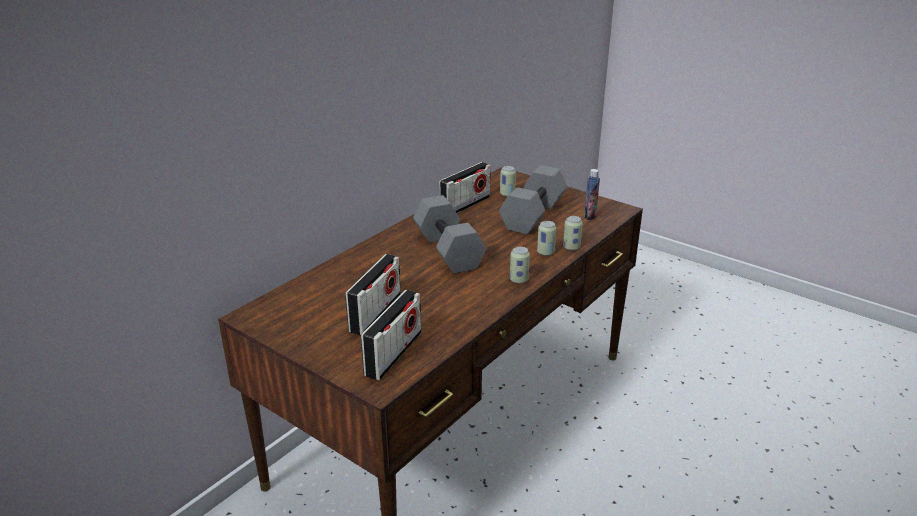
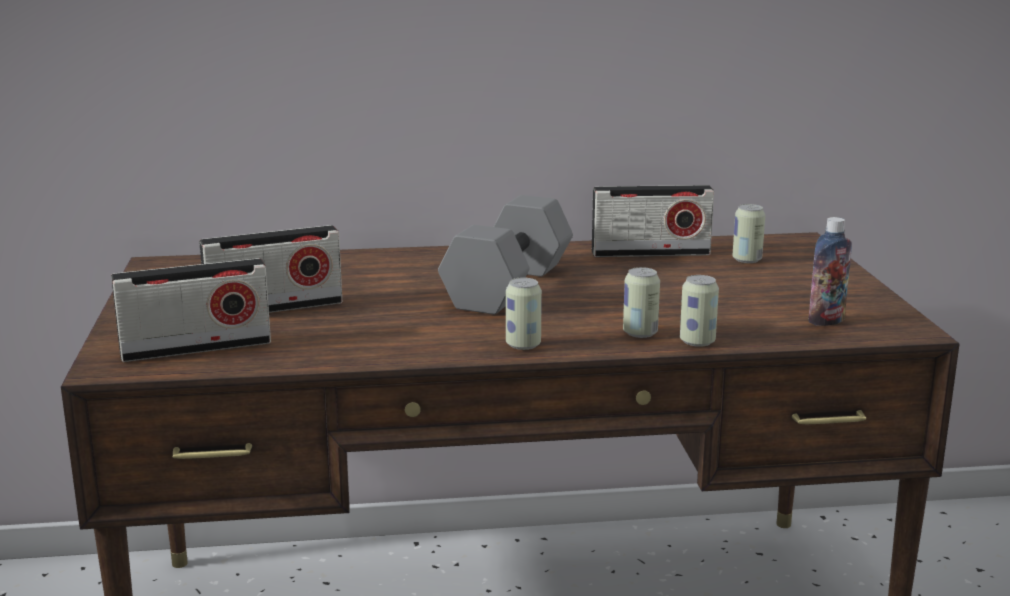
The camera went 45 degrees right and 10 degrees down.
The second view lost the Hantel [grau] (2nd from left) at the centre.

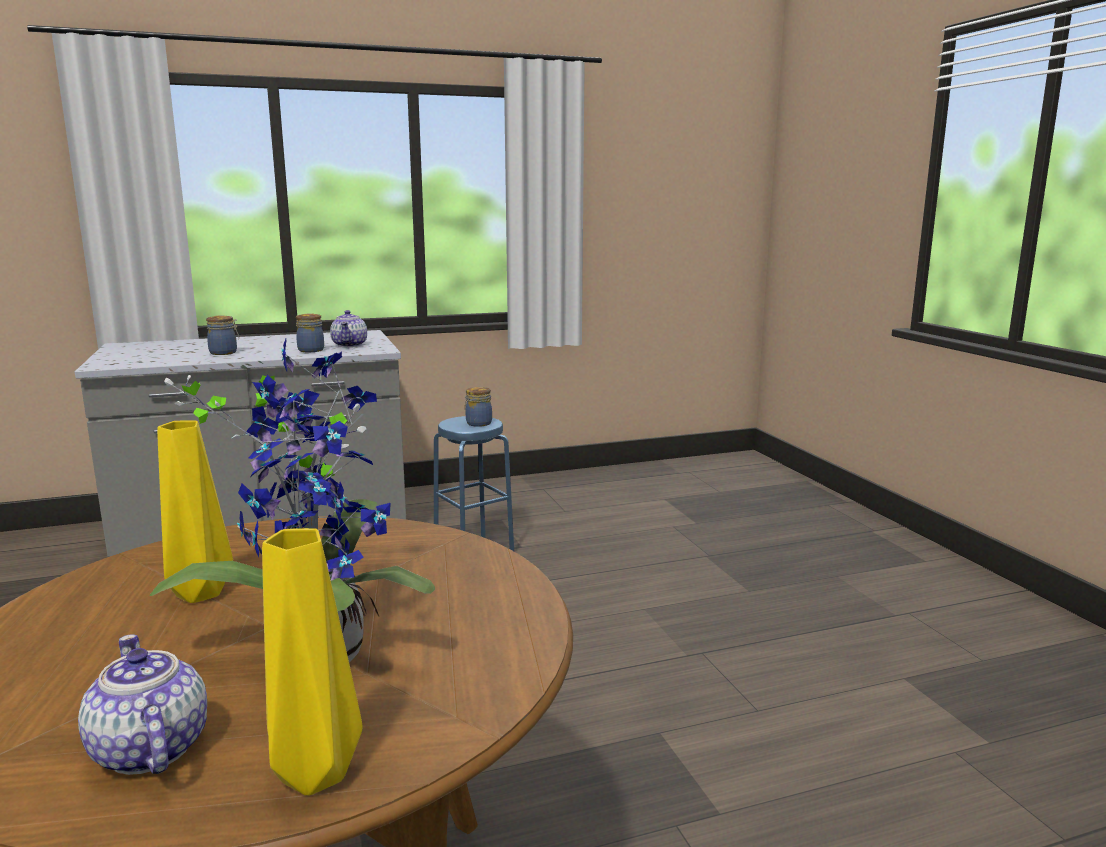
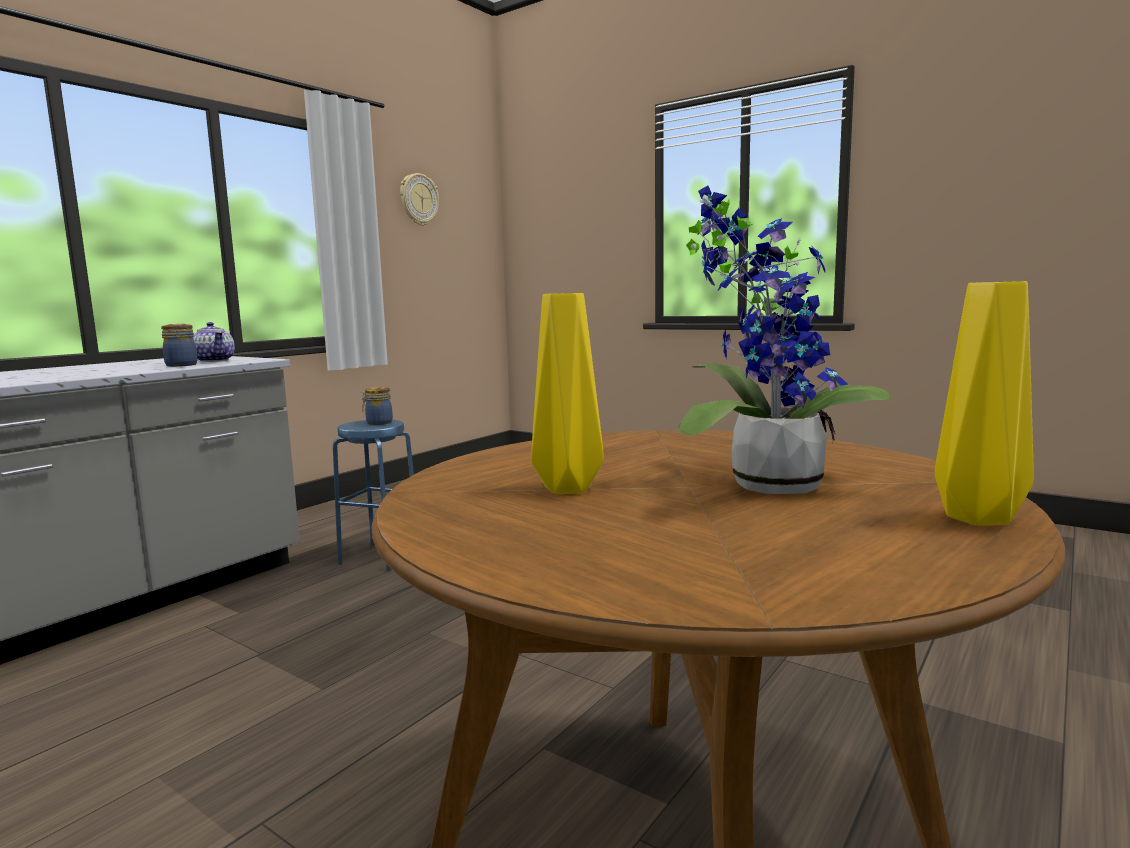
The camera went 35 degrees left and 5 degrees down.
The second view lost the Vorratsglas (1st from left) at the middle left.
The second view lost the Teekanne (1st from left) at the bottom left.
The second view gained the Wanduhr at the top centre.

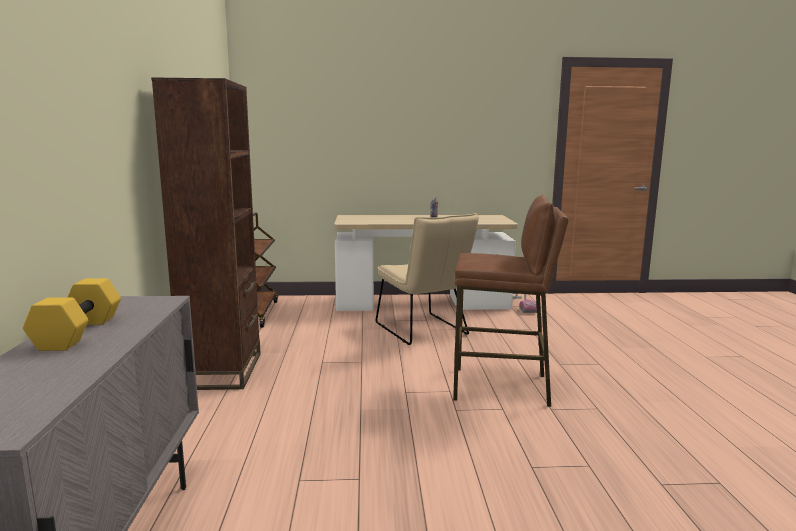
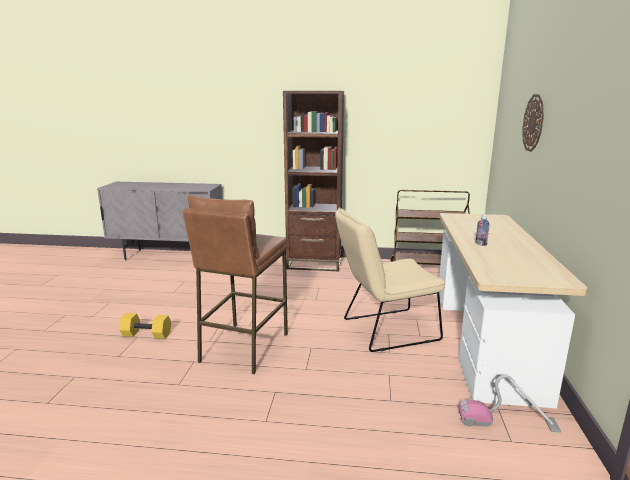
The camera went 100 degrees right and 5 degrees up.
The Hantel [gelb] ended up elsewhere, having gone from the middle left to the bottom left.
The second view gained the Wanduhr at the top right.

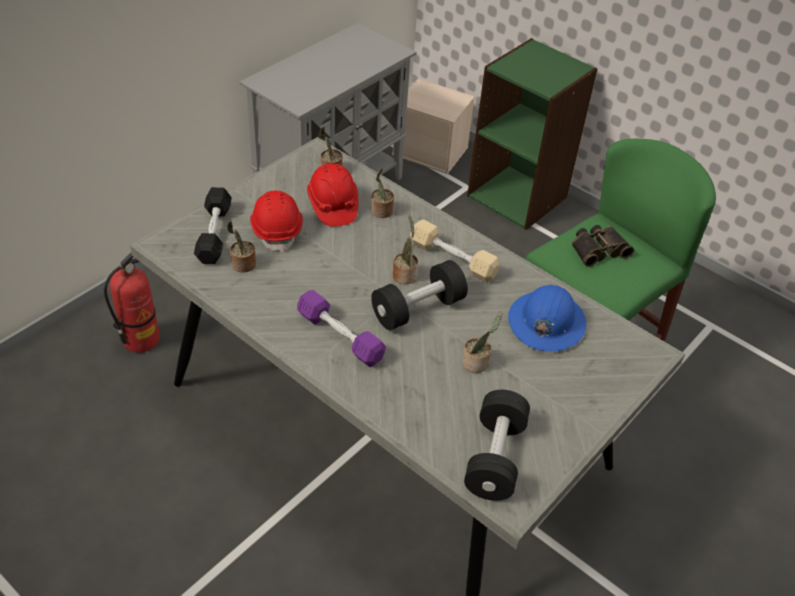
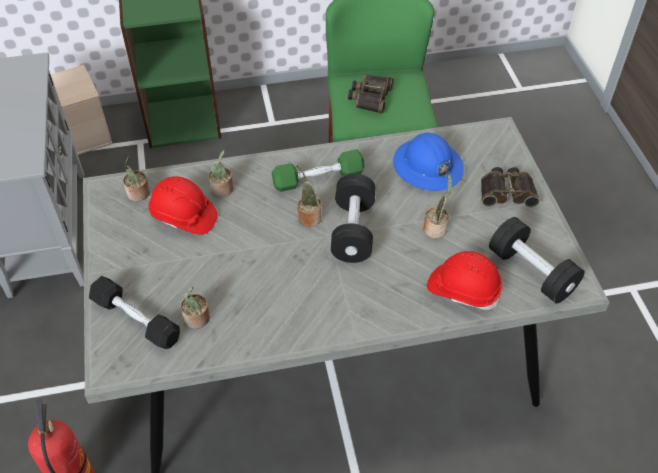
The camera went 50 degrees left and 5 degrees up.
The Schutzhelm [rot] (1st from left in the first image) ended up elsewhere, having gone from the centre to the middle right.
What was the Hantel [beige] at the centre turned into the Hantel [grün] at the centre.
The second view lost the Hantel [lila] at the centre.
The second view gained the Fernglas (2nd from left) at the middle right.

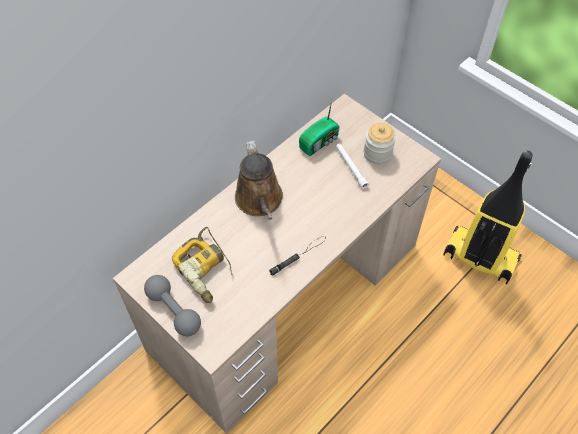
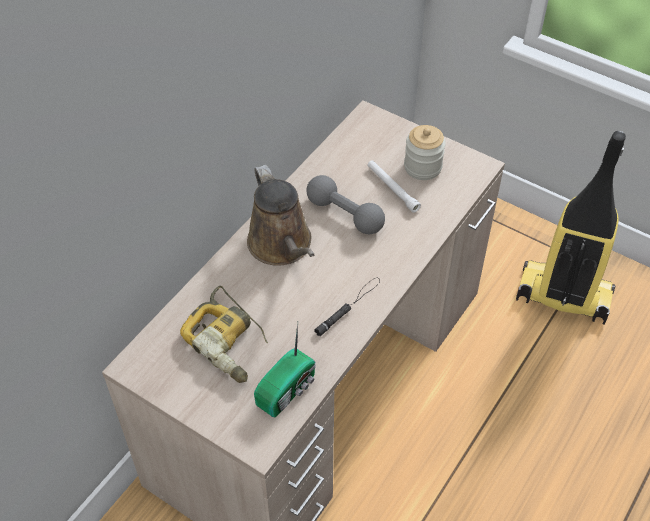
The camera went 10 degrees left and 5 degrees down.
The Radio ended up elsewhere, having gone from the top centre to the bottom centre.
The Hantel [grau] ended up elsewhere, having gone from the bottom left to the centre.

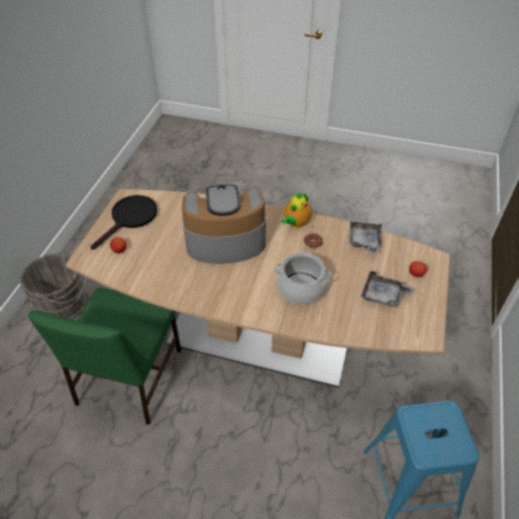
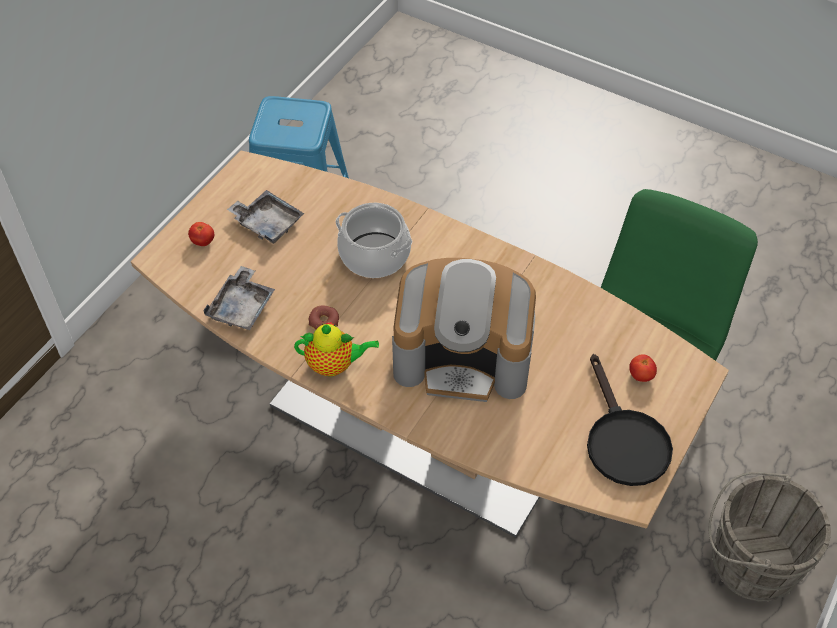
The camera went 165 degrees left and 5 degrees up.
The Teekanne at the centre ended up facing another way, 45 degrees clockwise from before.
The Pfanne [schwarz] at the middle left ended up facing another way, 60 degrees counterclockwise from before.

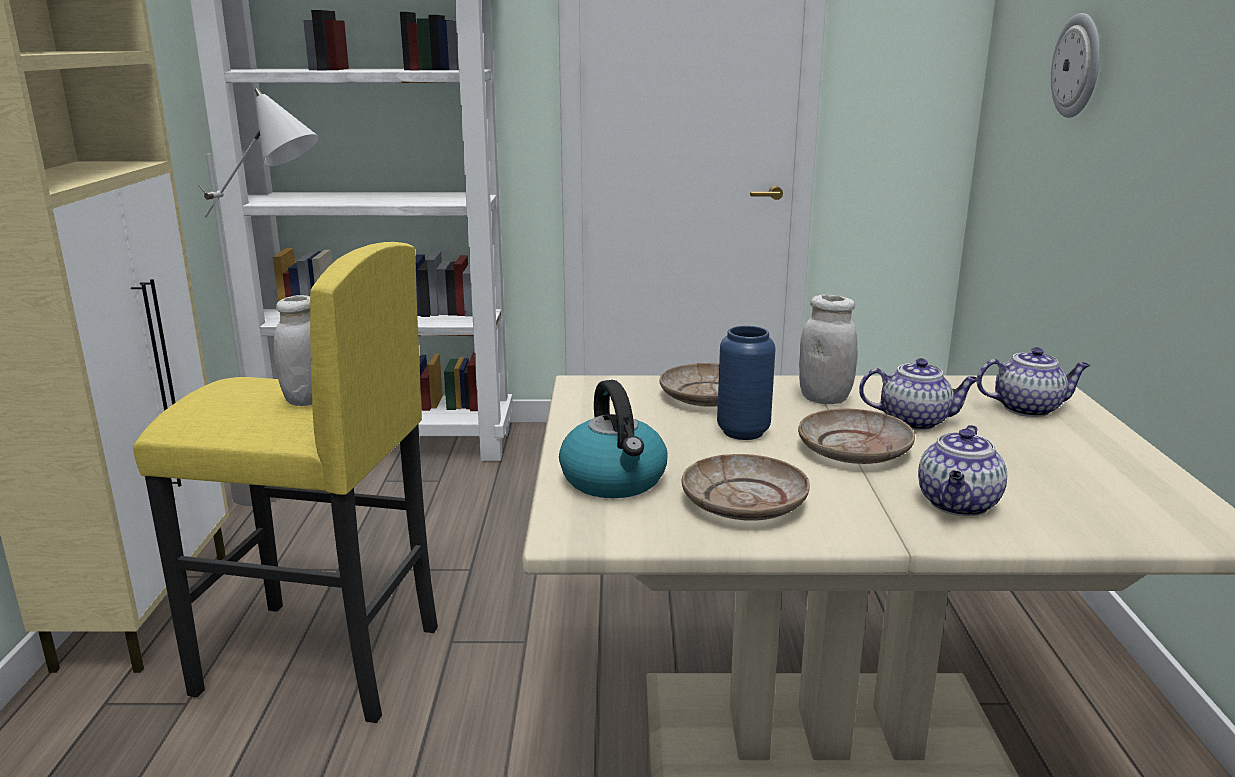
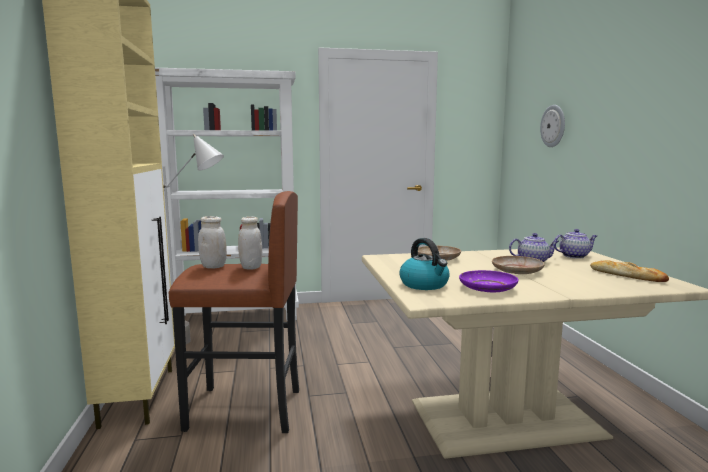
The camera went 10 degrees left and 10 degrees down.
What was the Hocker [gelb] at the middle left turned into the Hocker [braun] at the middle left.
The Vorratsglas [weiß] (2nd from left in the first image) ended up elsewhere, having gone from the middle right to the middle left.
The second view lost the Vase [blau] at the centre.
The second view lost the Teekanne (2nd from left) at the middle right.
What was the Teller [beige] (2nd from left) at the centre turned into the Teller [lila] at the middle right.
The second view gained the Brot at the middle right.

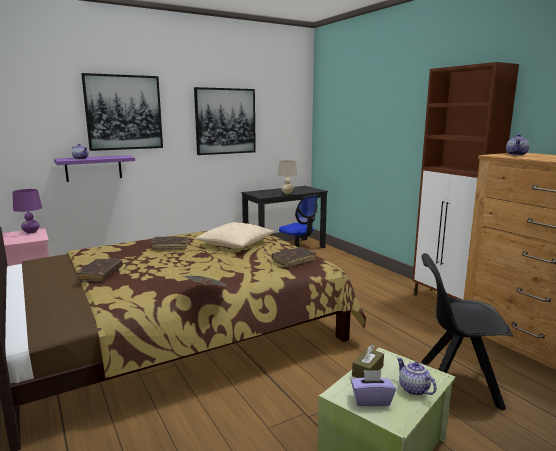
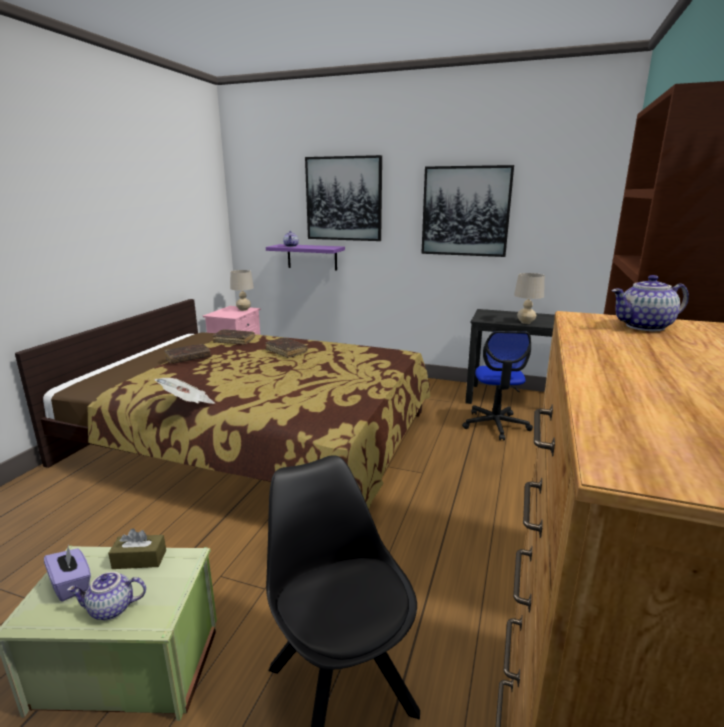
The camera went 50 degrees right and 5 degrees up.
What was the Tischlampe [lila] at the middle left turned into the Tischlampe [beige] (1st from left) at the centre.
The second view lost the Kissen [beige] at the centre.
The Buch [braun] (3rd from left in the first image) ended up elsewhere, having gone from the centre to the middle left.
The Teekanne (2nd from left in the first image) at the bottom right ended up facing another way, 120 degrees counterclockwise from before.

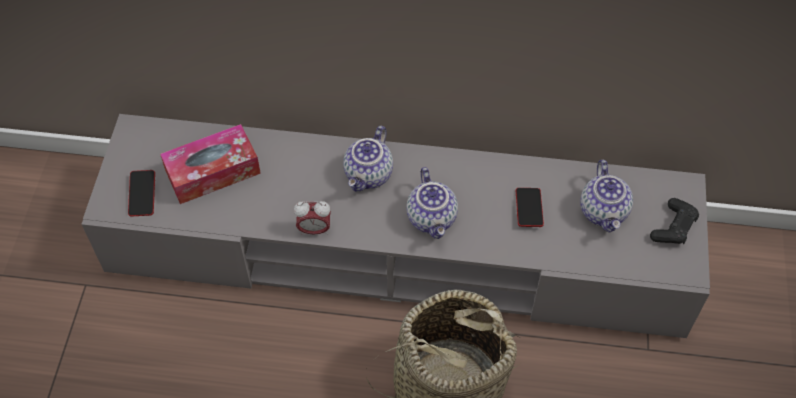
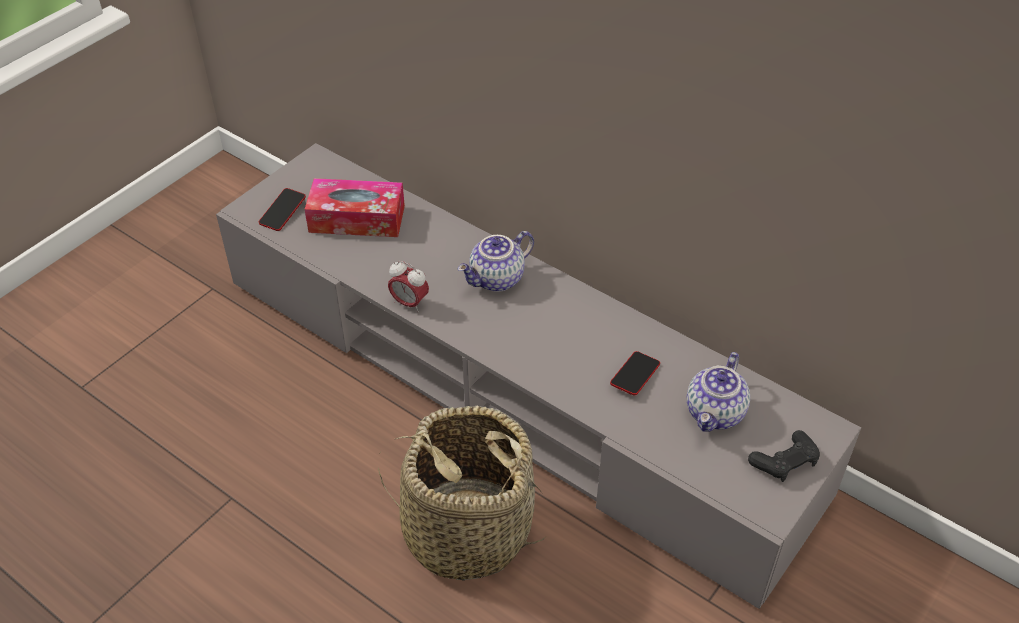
The camera went 30 degrees right and 10 degrees down.
The second view lost the Teekanne (2nd from left) at the centre.

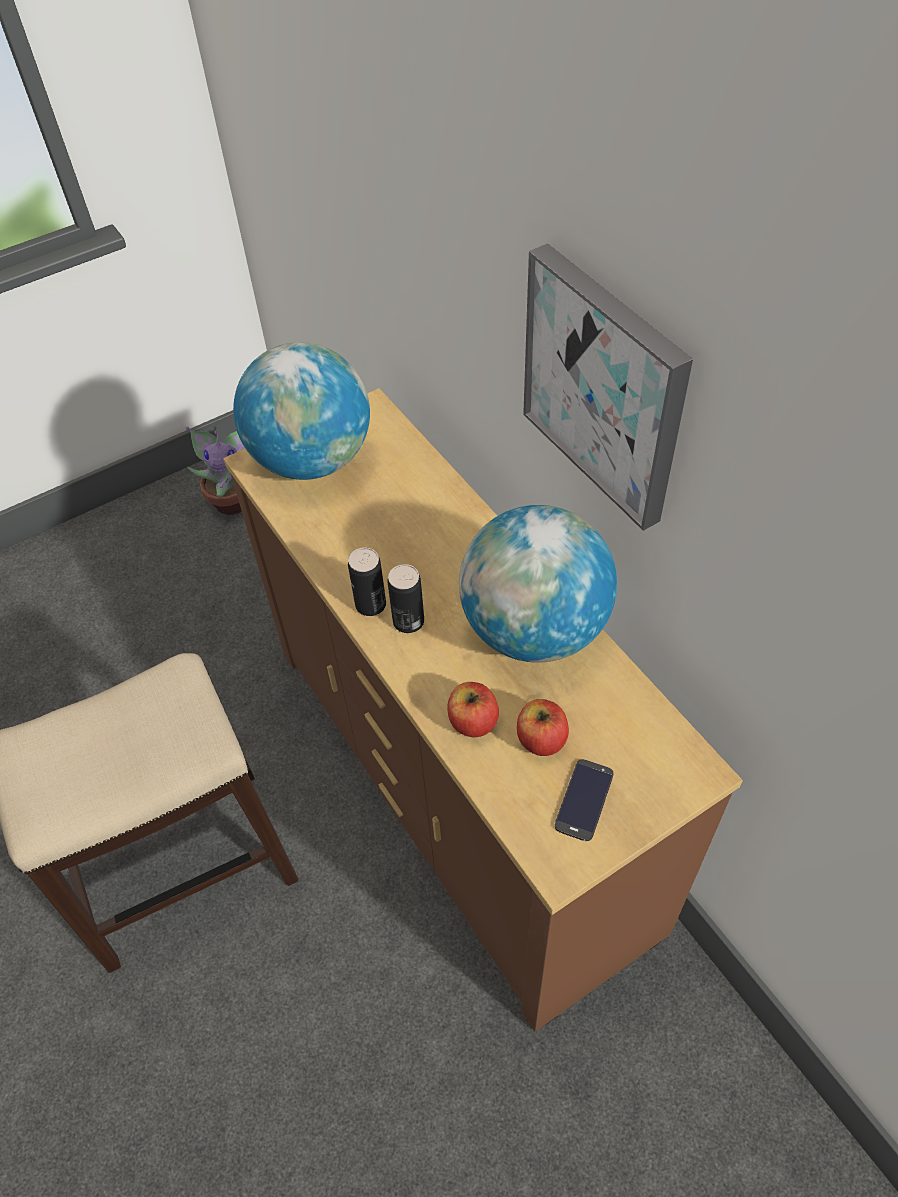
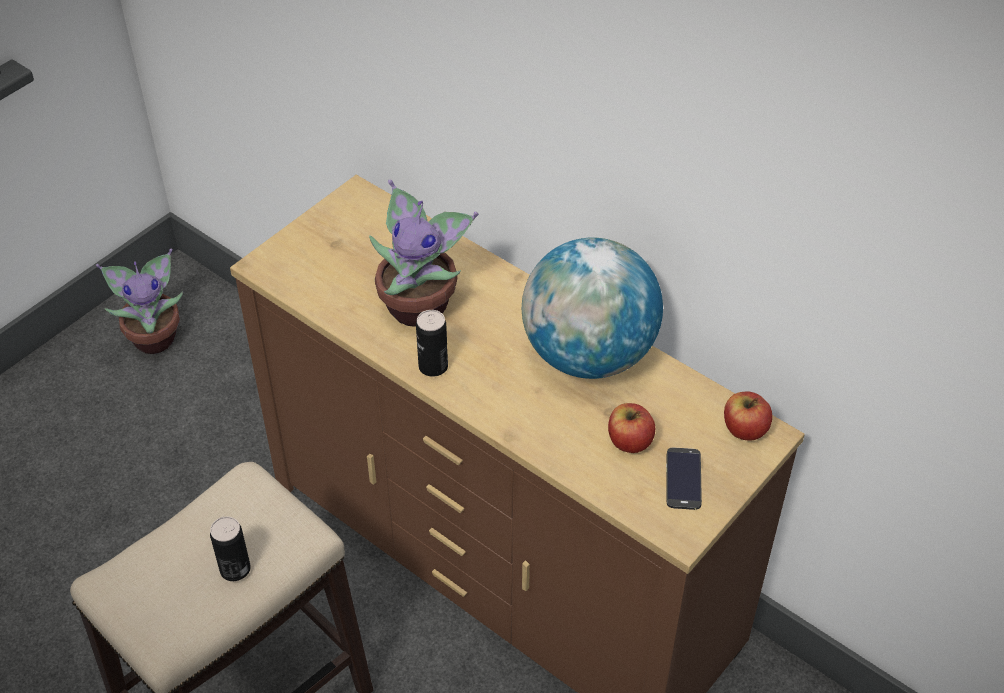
The camera went 20 degrees left and 5 degrees down.
The second view lost the Bild at the top right.
The second view lost the Globus (1st from left) at the centre.
The Dose (2nd from left in the first image) ended up elsewhere, having gone from the centre to the bottom left.
The Apfel (1st from left in the first image) ended up elsewhere, having gone from the centre to the middle right.
The second view gained the Topfpflanze (2nd from left) at the centre.

